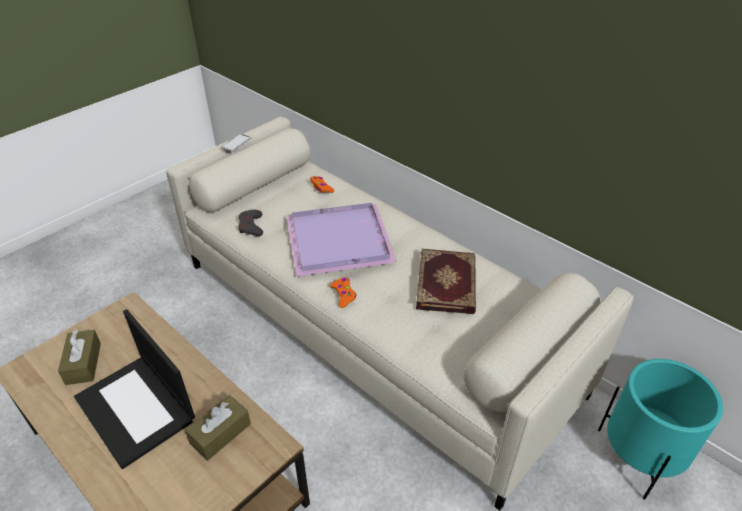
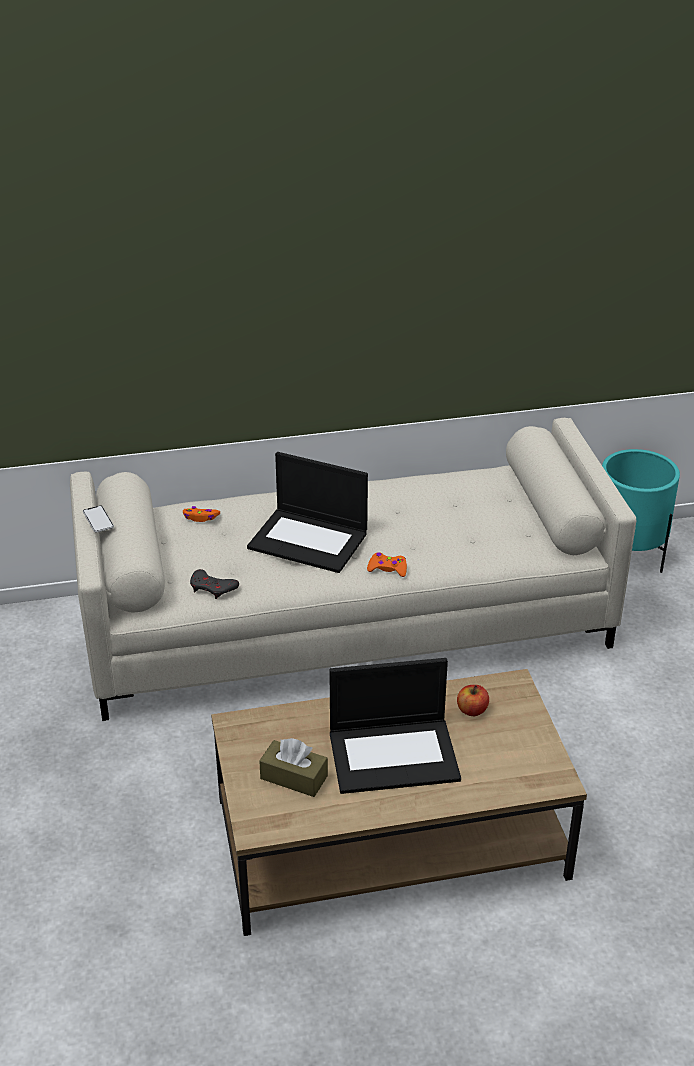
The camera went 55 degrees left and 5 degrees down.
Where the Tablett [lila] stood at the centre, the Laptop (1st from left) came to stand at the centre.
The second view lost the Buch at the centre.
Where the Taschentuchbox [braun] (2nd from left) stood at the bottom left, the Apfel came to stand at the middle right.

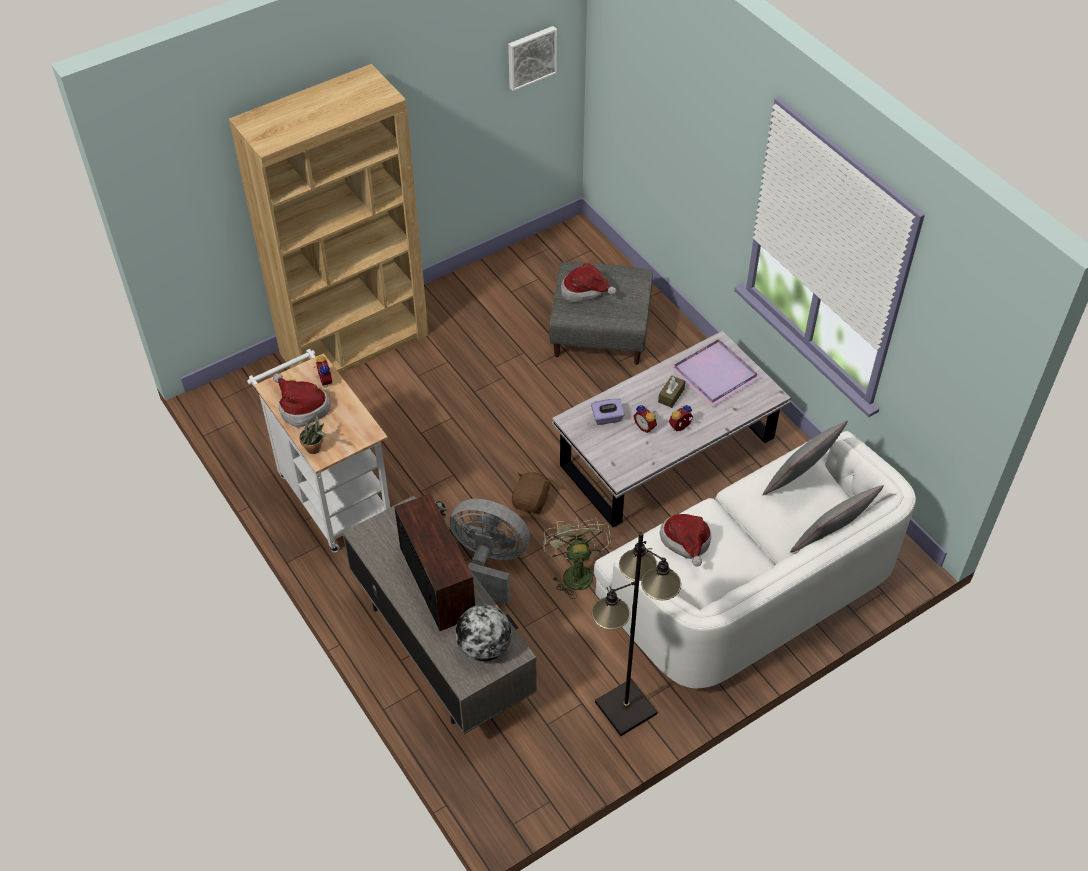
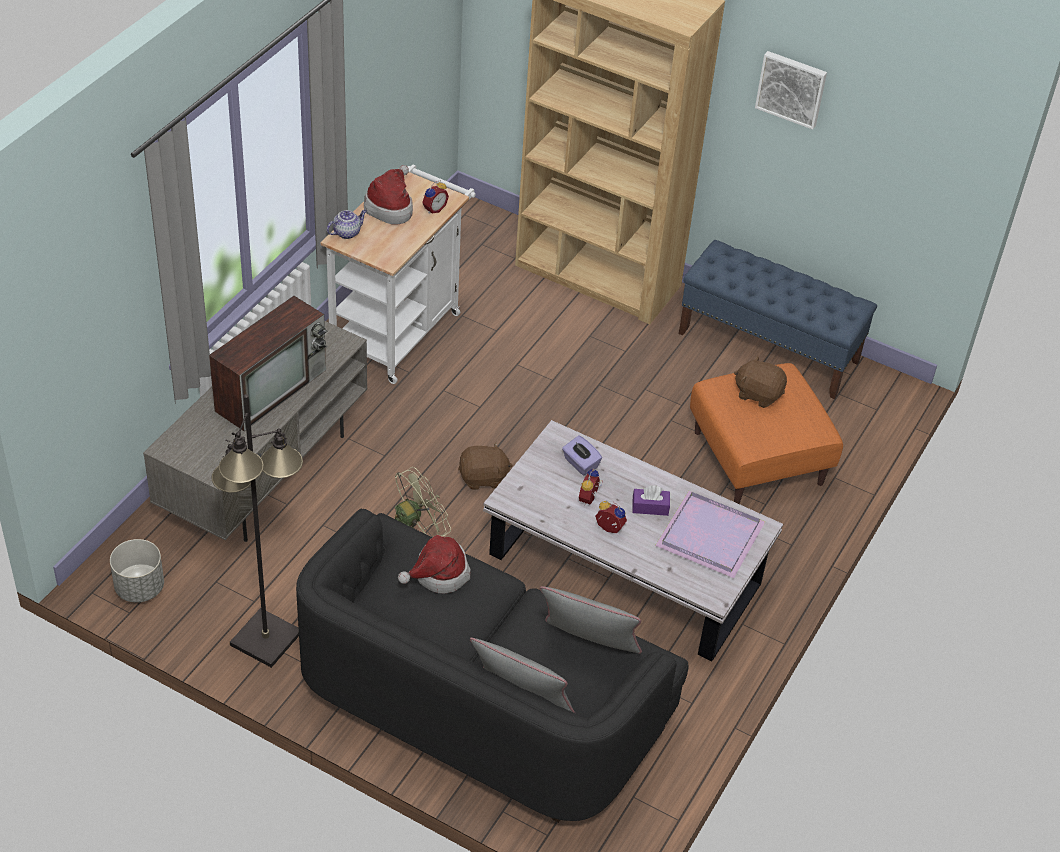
The camera went 60 degrees right and 5 degrees down.
The Bild ended up elsewhere, having gone from the top centre to the top right.
What was the Polsterhocker [grau] at the centre turned into the Polsterhocker [orange] at the middle right.
Where the Hut (2nd from left) stood at the top centre, the Plüschtier [braun] (2nd from left) came to stand at the middle right.
What was the Taschentuchbox [braun] at the centre turned into the Taschentuchbox [lila] (2nd from left) at the centre.
Where the Topfpflanze stood at the middle left, the Teekanne came to stand at the top left.
What was the Sofa [weiß] at the middle right turned into the Sofa [schwarz] at the bottom centre.
The second view lost the Ventilator [grau] at the centre.
The second view lost the Globus at the bottom centre.
The second view gained the Bank [blau] at the middle right.
The second view gained the Pflanzkübel [grau] at the bottom left.

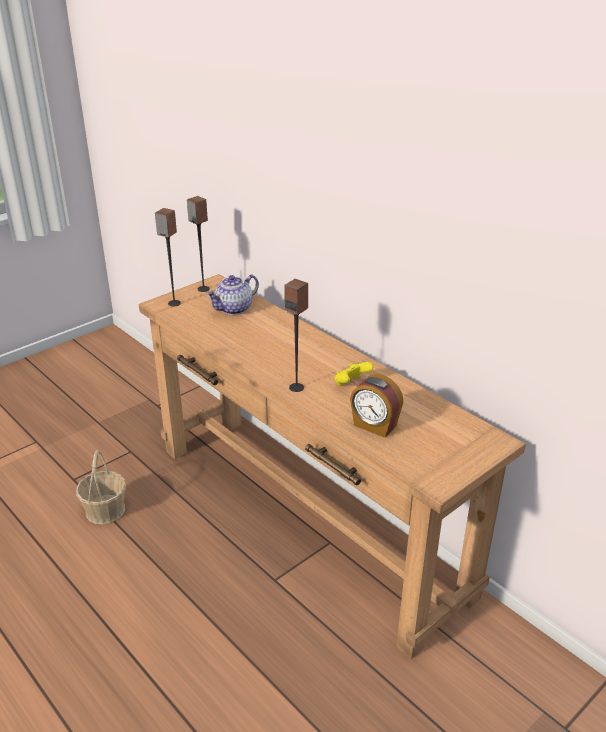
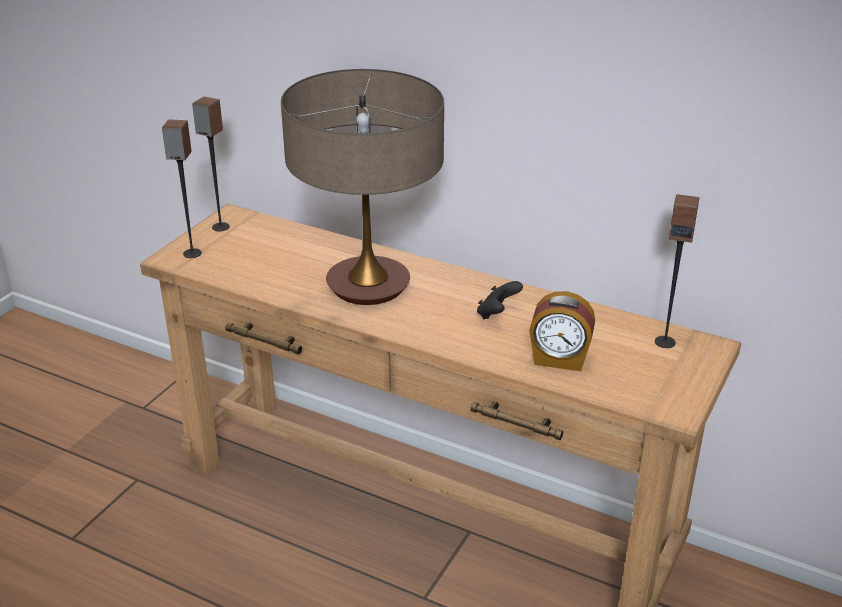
The camera went 20 degrees left and 0 degrees up.
The second view lost the Teekanne at the centre.
The Lautsprecher (3rd from left) ended up elsewhere, having gone from the centre to the middle right.
What was the Gamepad [gelb] at the centre turned into the Gamepad [schwarz] at the centre.
The second view lost the Korb at the middle left.
The second view gained the Tischlampe at the top centre.

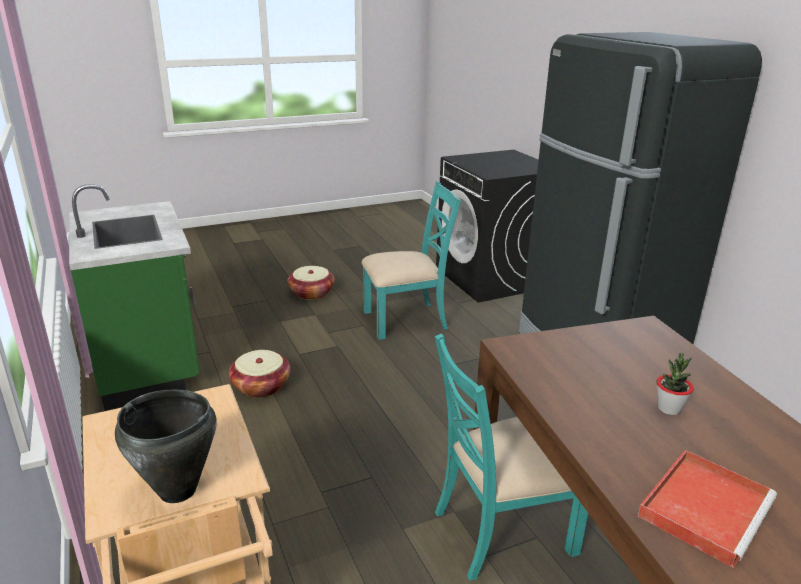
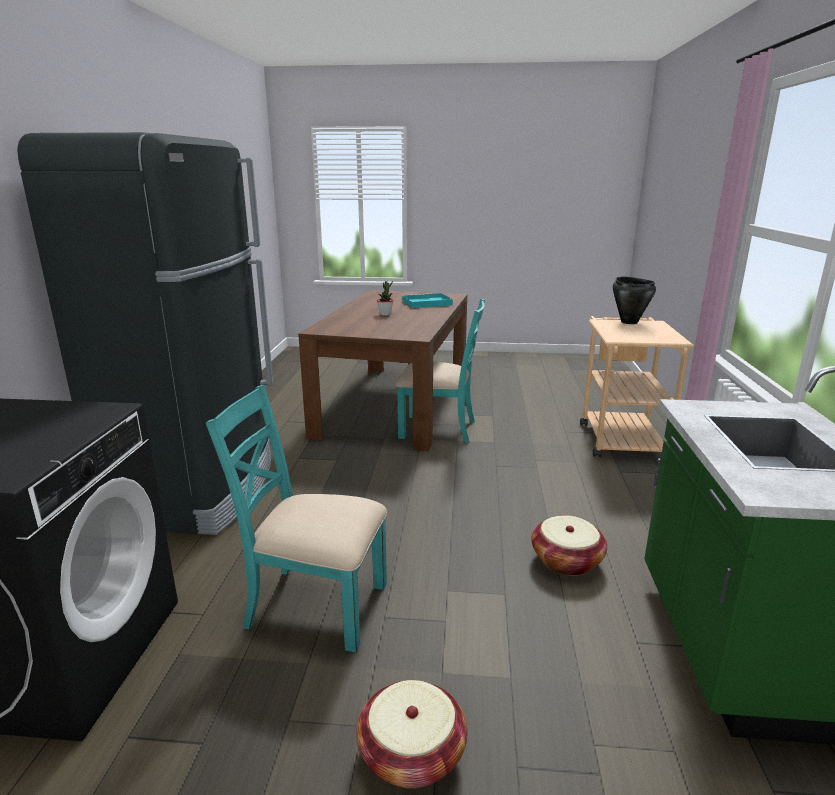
The camera went 150 degrees left and 5 degrees down.
What was the Tablett [rot] at the bottom right turned into the Tablett [türkis] at the centre.

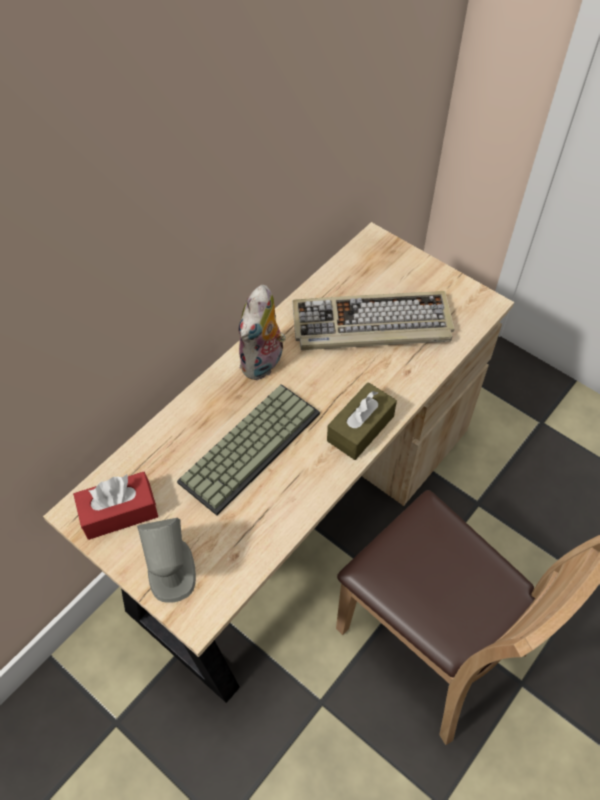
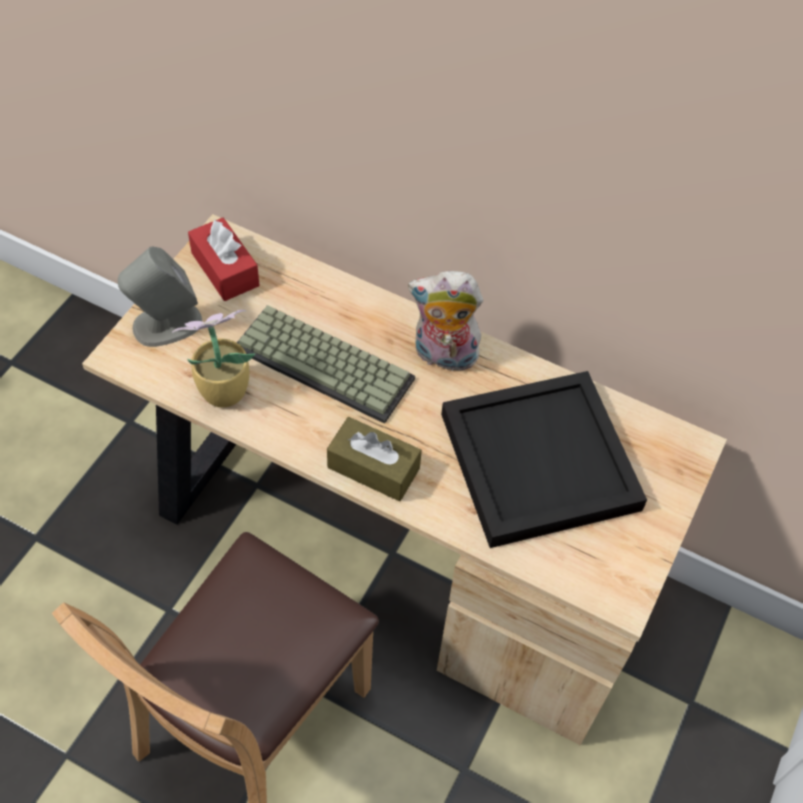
The camera went 75 degrees right and 0 degrees up.
Where the Tastatur (2nd from left) stood at the centre, the Tablett [schwarz] came to stand at the middle right.
The second view gained the Topfpflanze at the middle left.

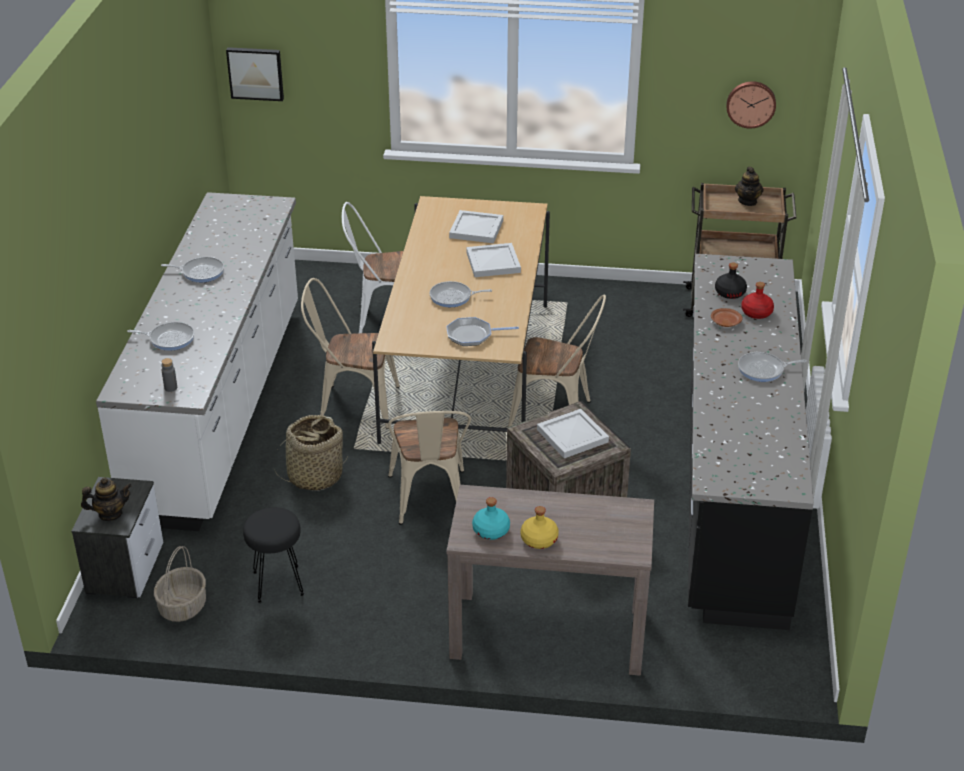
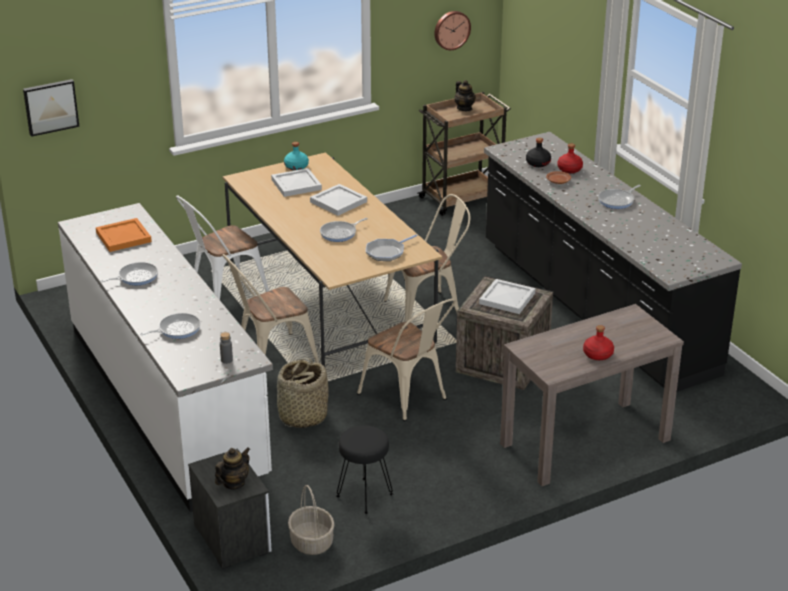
The camera went 35 degrees left and 5 degrees down.
The Flasche [türkis] ended up elsewhere, having gone from the bottom centre to the top centre.
What was the Flasche [gelb] at the bottom centre turned into the Flasche [rot] (2nd from left) at the middle right.
The second view gained the Tablett [orange] at the middle left.

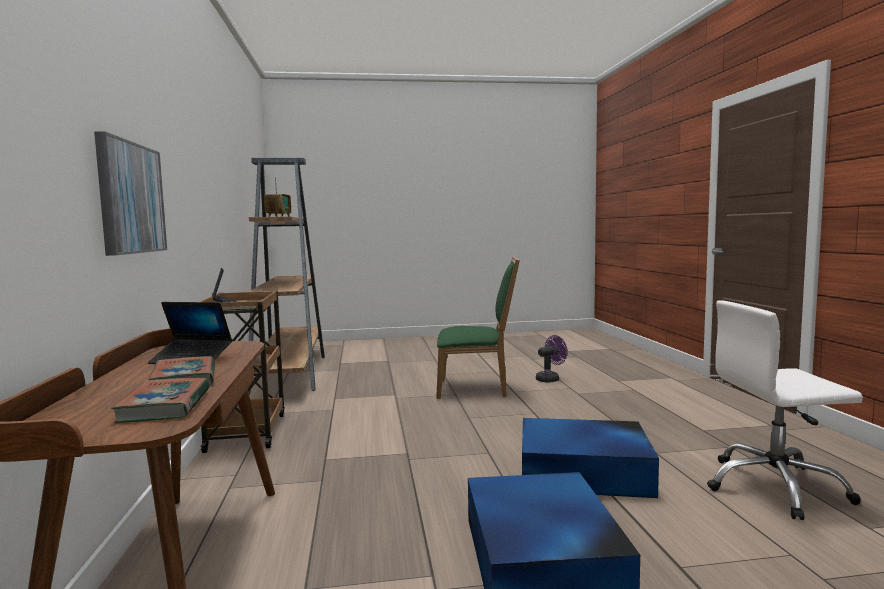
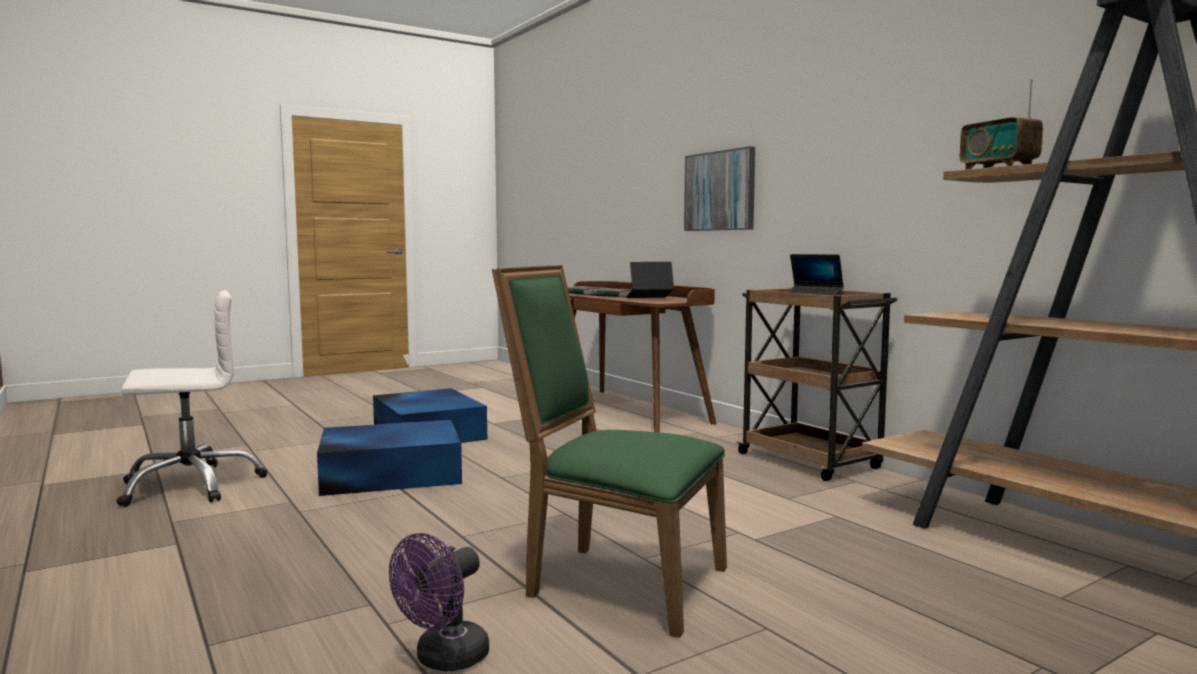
The camera went 155 degrees right and 0 degrees up.
The Stuhl [grün] at the centre ended up facing another way, 45 degrees clockwise from before.

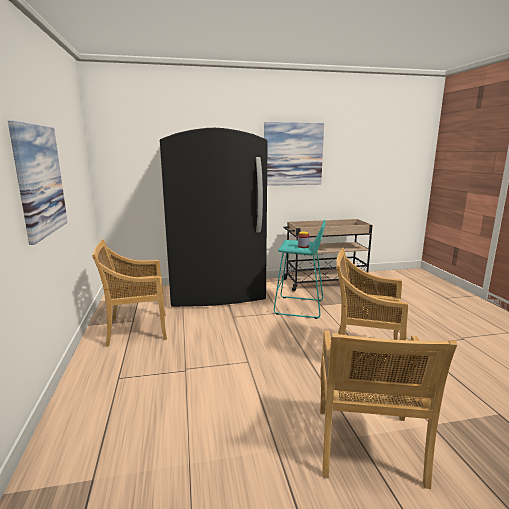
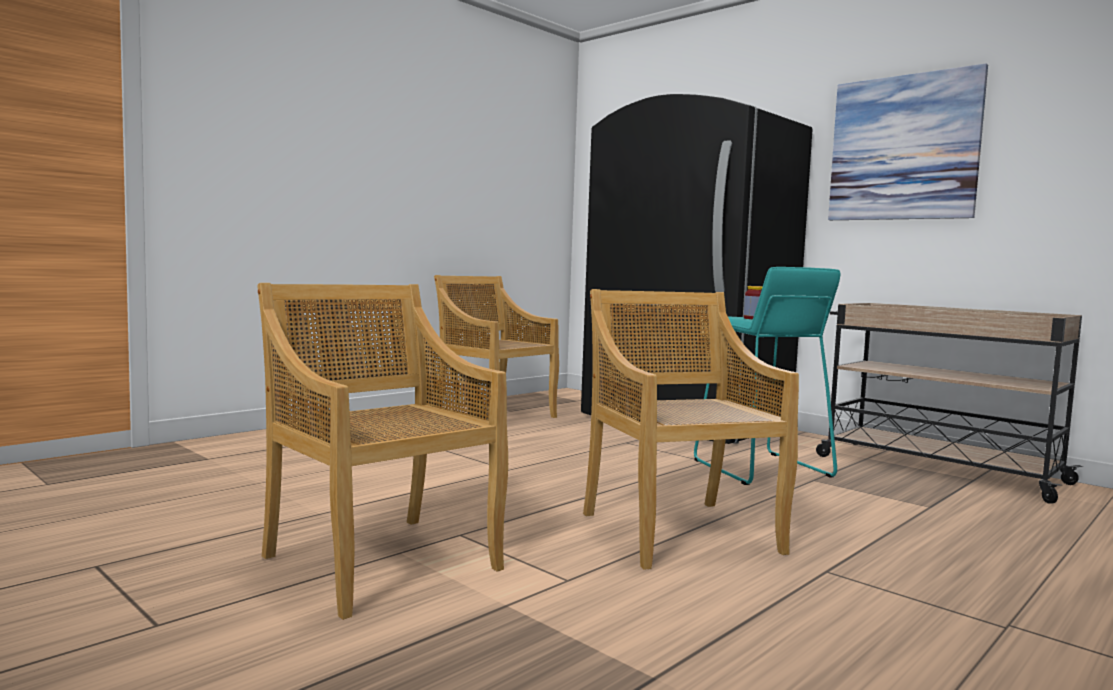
The camera went 55 degrees right and 10 degrees down.
The second view lost the Bild (1st from left) at the middle left.
The Stuhl [beige] (3rd from left in the first image) at the bottom right ended up facing another way, 75 degrees clockwise from before.

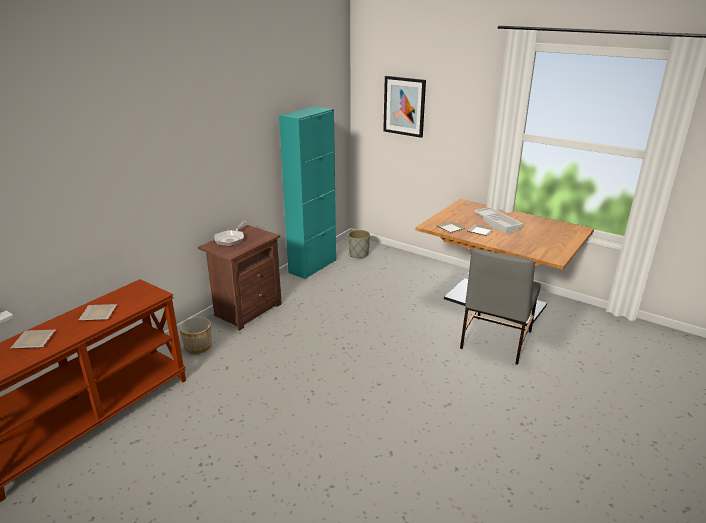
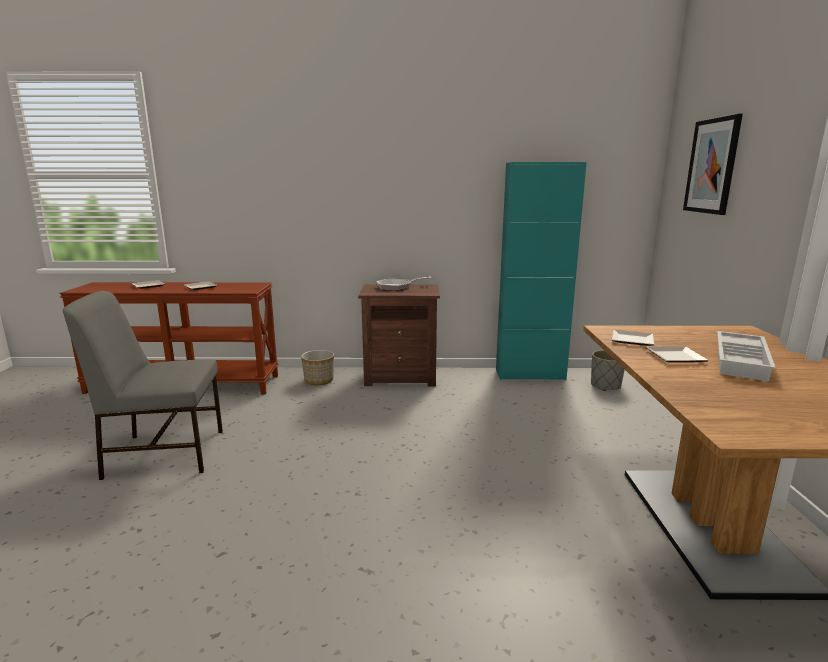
The camera went 55 degrees right and 10 degrees down.
The Stuhl [grau] ended up elsewhere, having gone from the middle right to the middle left.

